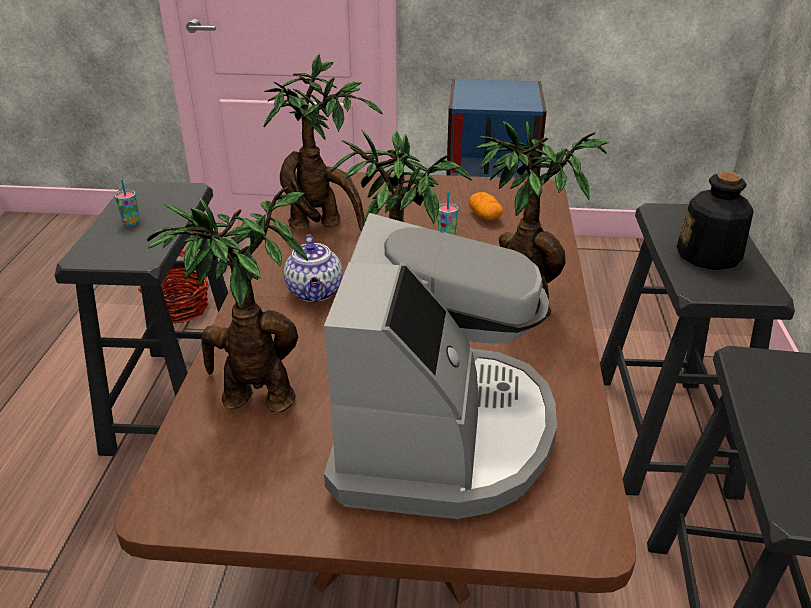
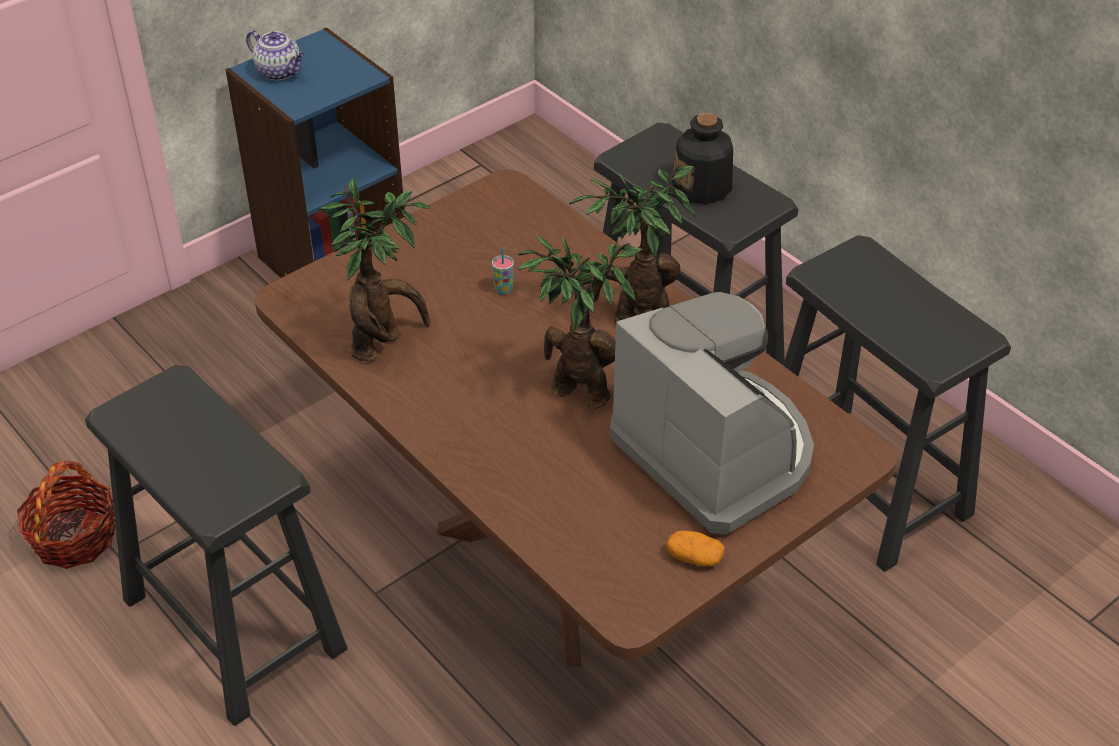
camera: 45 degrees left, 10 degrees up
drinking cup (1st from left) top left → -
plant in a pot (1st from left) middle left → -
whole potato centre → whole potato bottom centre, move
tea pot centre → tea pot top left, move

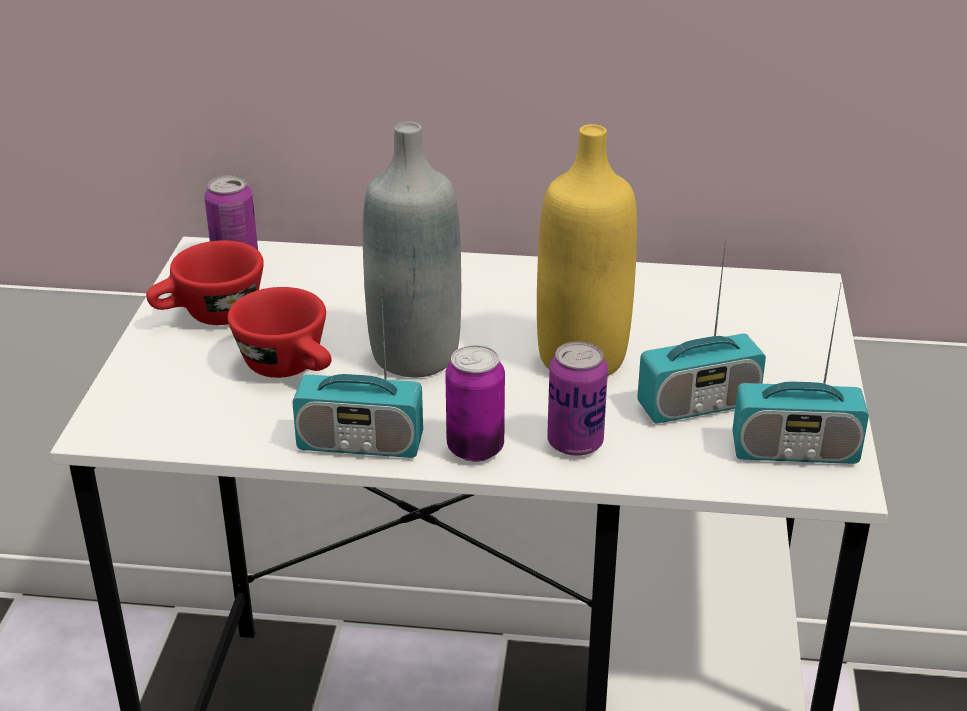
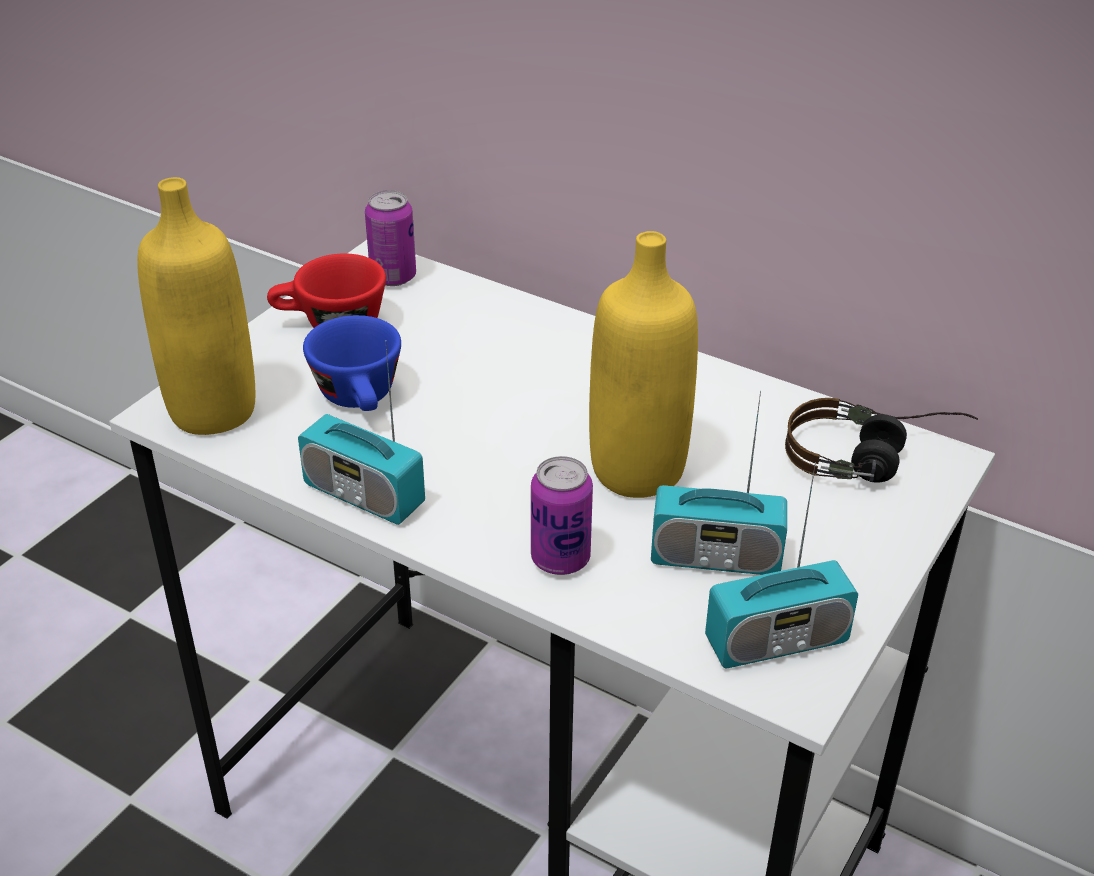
camera: 25 degrees right, 5 degrees up
gray bottle centre → -
radio receiver (3rd from left) middle right, 45 degrees counterclockwise
red drinking cup (2nd from left) middle left → bluish drinking cup middle left
metal can (2nd from left) centre → -
- → yellow-coloured bottle (1st from left) middle left
- → pair of headphones middle right

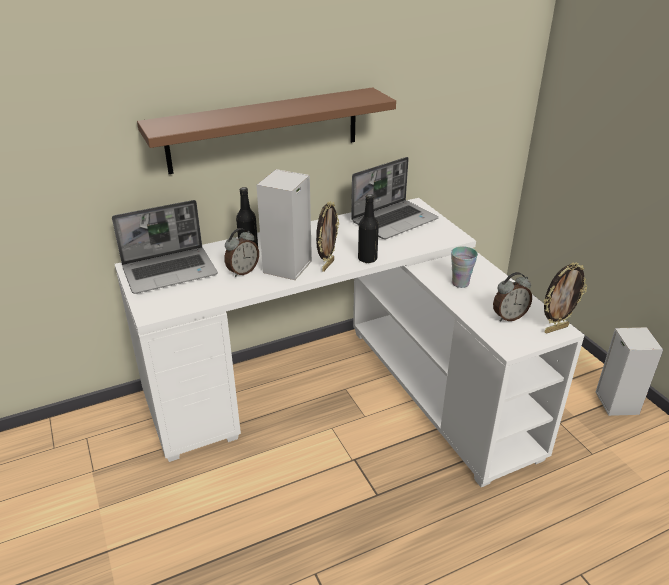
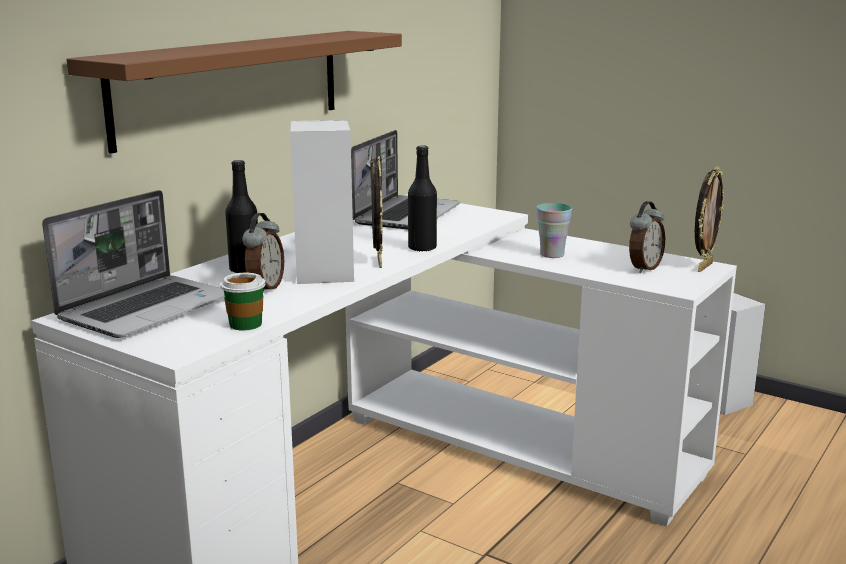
camera: 30 degrees left, 15 degrees down
- → drinking cup (1st from left) middle left

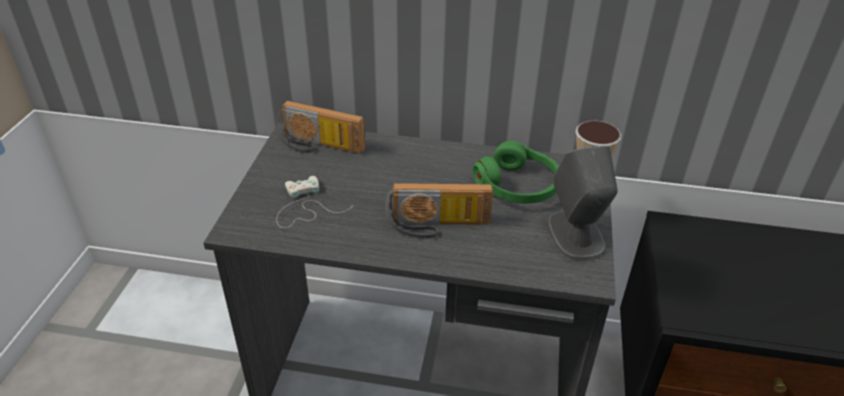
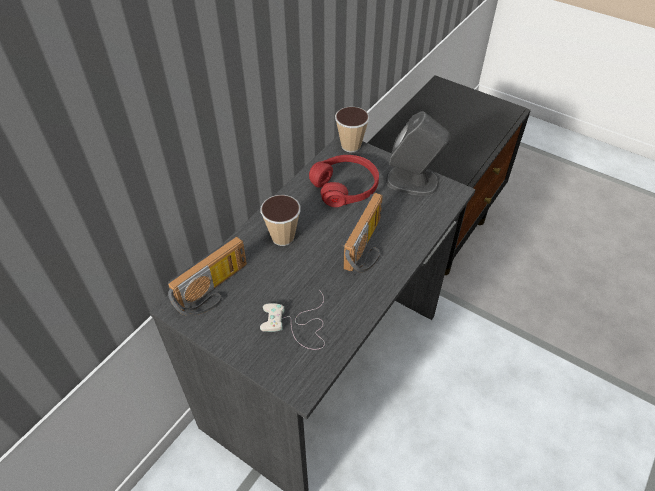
camera: 65 degrees left, 10 degrees up
green pair of headphones centre → red pair of headphones centre
- → drinking cup (1st from left) centre

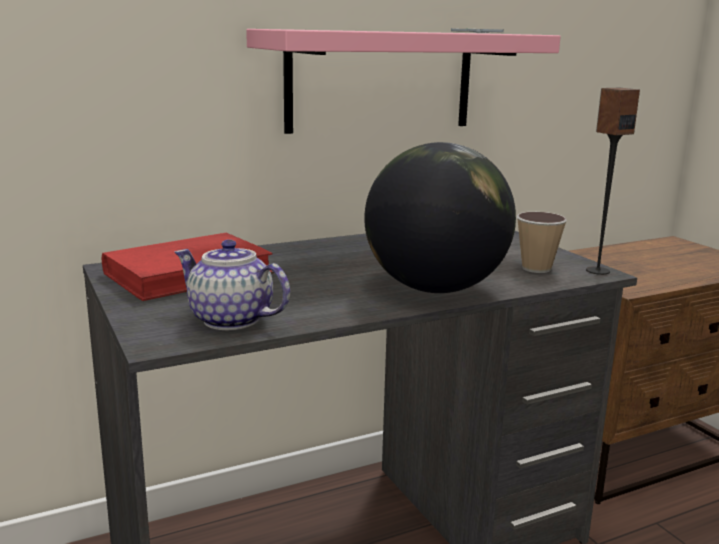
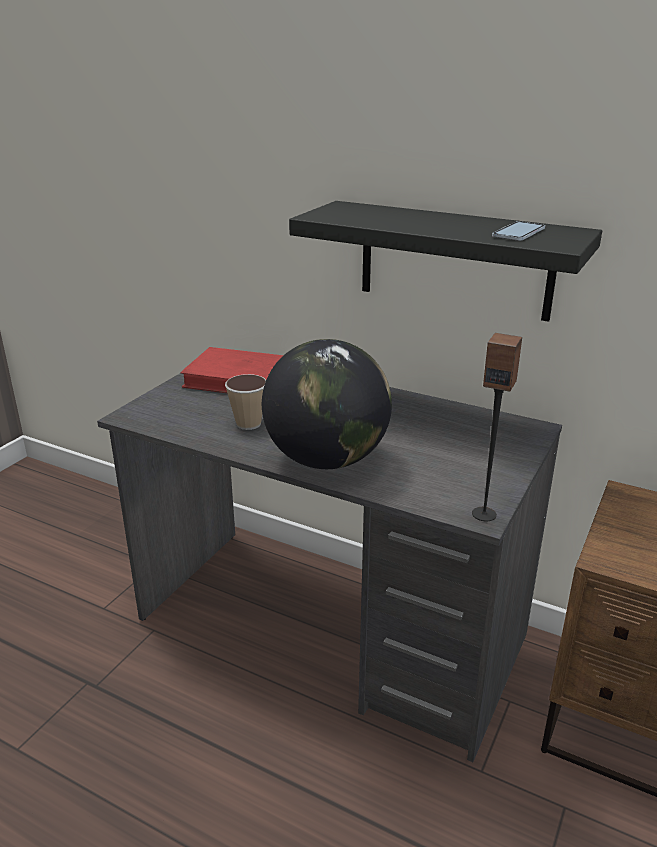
camera: 55 degrees right, 10 degrees up
pink-coloured bracket shelf top centre → black bracket shelf top right
drinking cup middle right → drinking cup centre, move
tea pot middle left → -

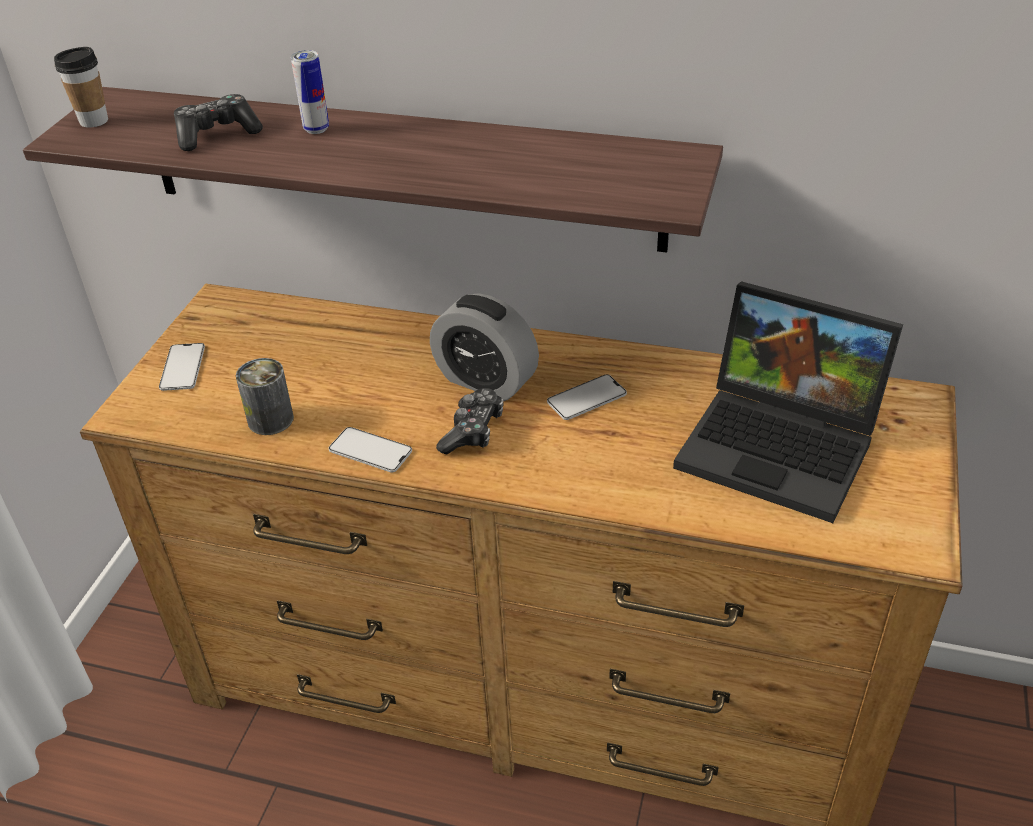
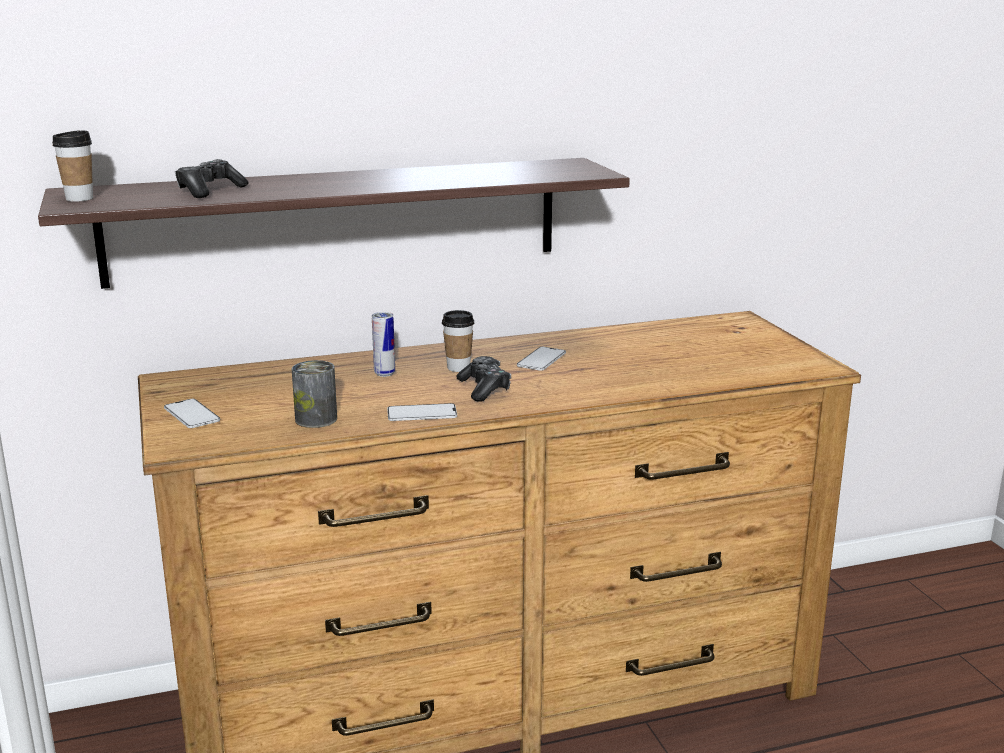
camera: 35 degrees left, 20 degrees down
metal can (2nd from left) top left → metal can (2nd from left) centre, move
notebook computer middle right → -
bedside clock centre → drinking cup (2nd from left) centre

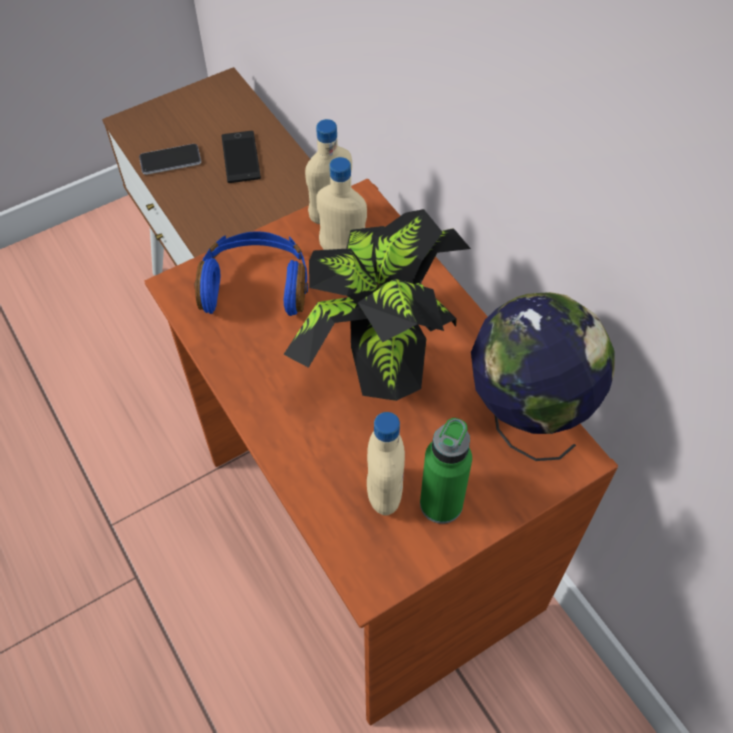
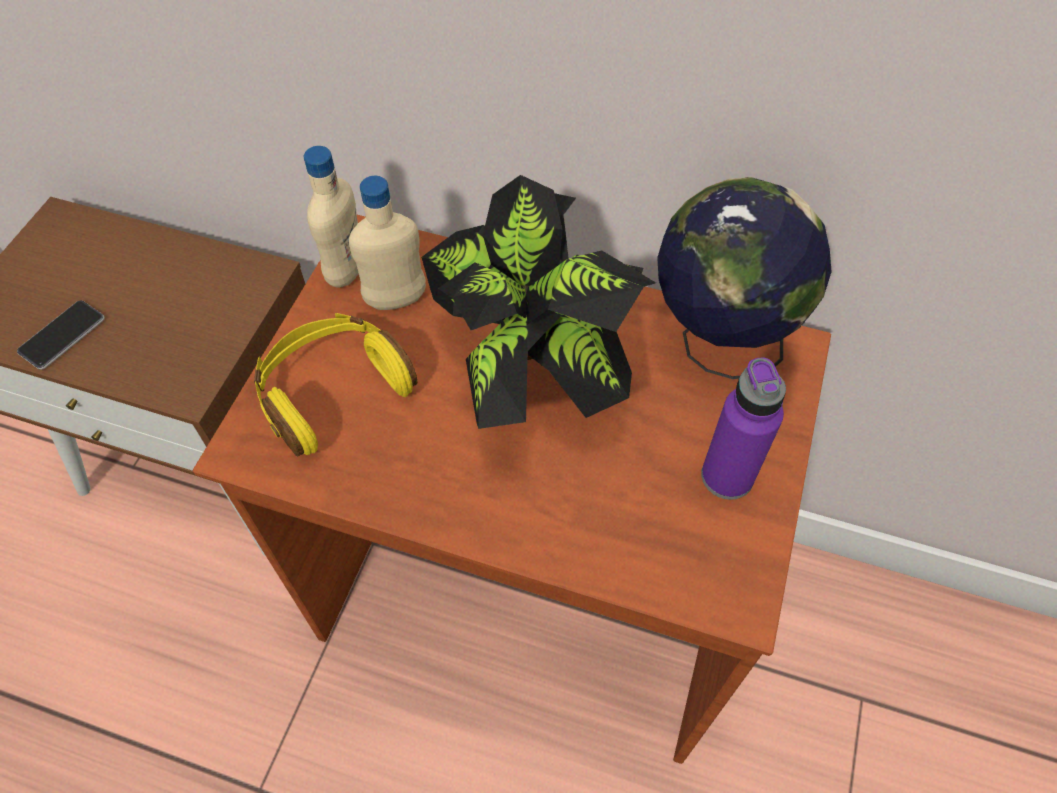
camera: 40 degrees left, 0 degrees up
phone (2nd from left) top left → -
bluish pair of headphones centre → yellow-coloured pair of headphones middle left
sand-coloured bottle (3rd from left) centre → -
green bottle centre → purple bottle middle right

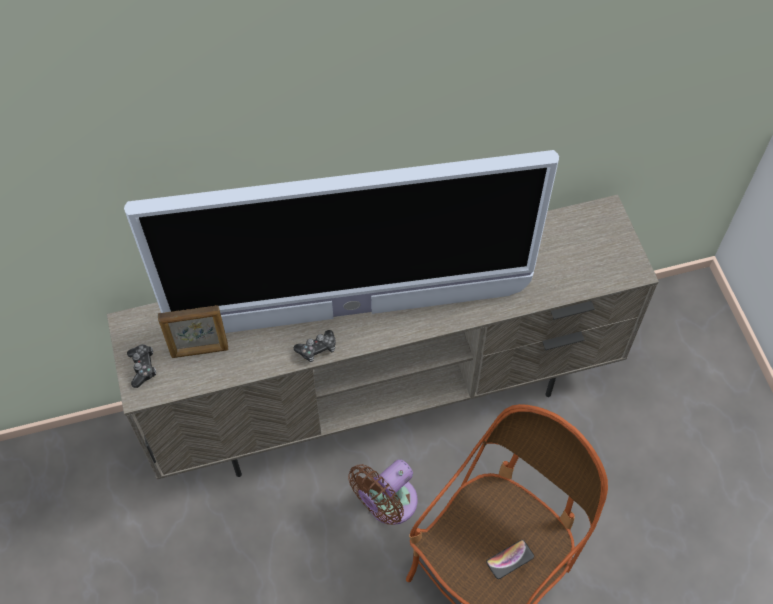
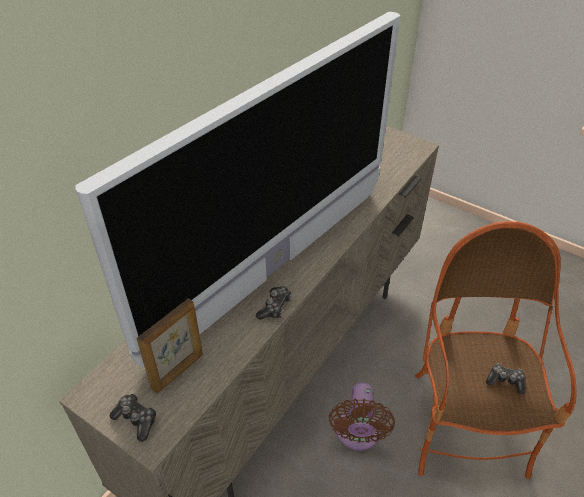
camera: 40 degrees left, 15 degrees down
phone bottom centre → gamepad (3rd from left) bottom right

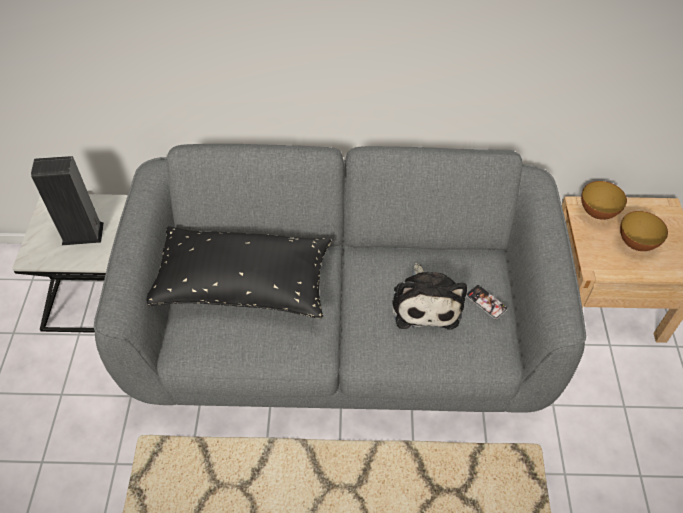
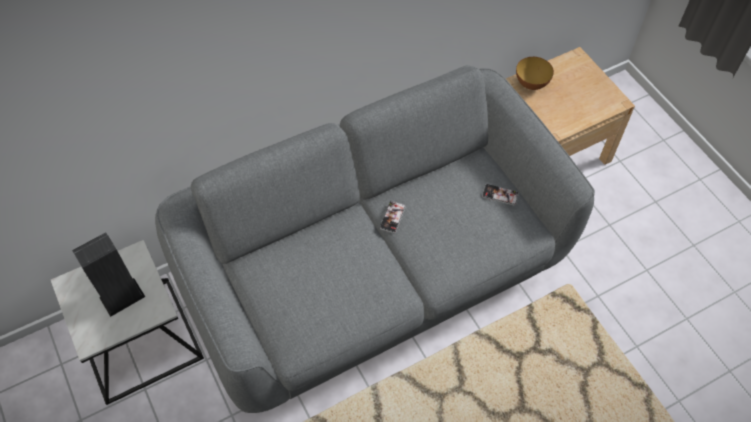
camera: 30 degrees left, 5 degrees up
bowl (2nd from left) middle right → -
black cushion centre → -
plush toy centre → -
- → phone (1st from left) centre

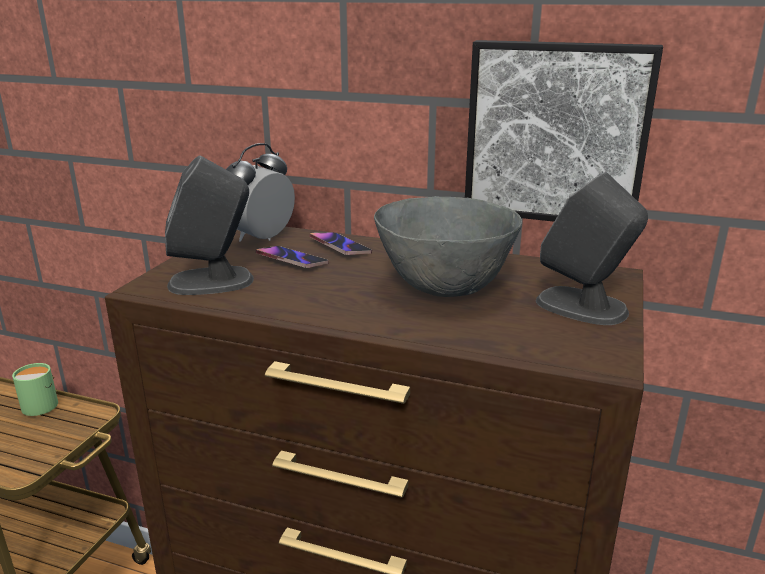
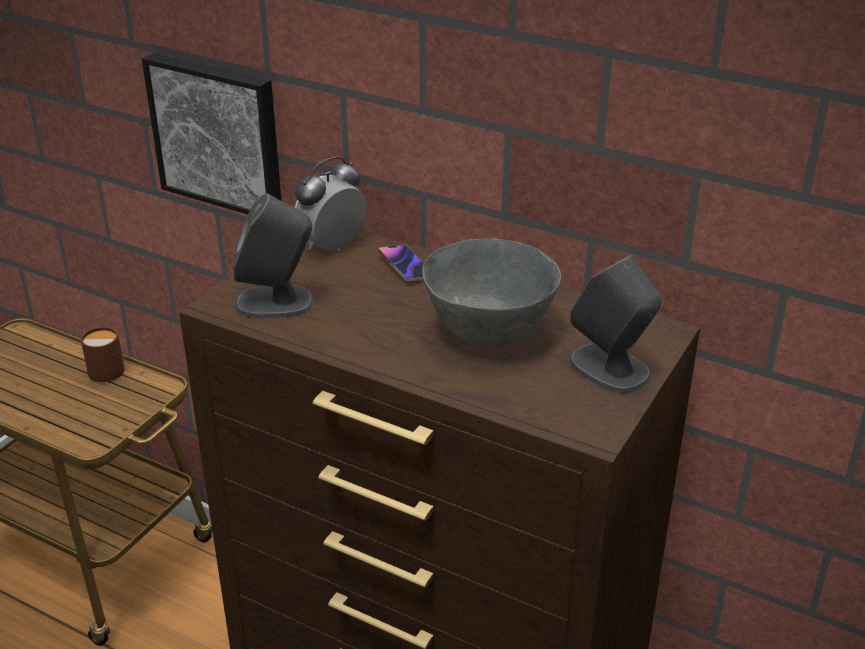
camera: 10 degrees right, 10 degrees up
wall picture top right → wall picture top left, move
phone (1st from left) centre → -
green tea mug bottom left → brown-coloured tea mug middle left

